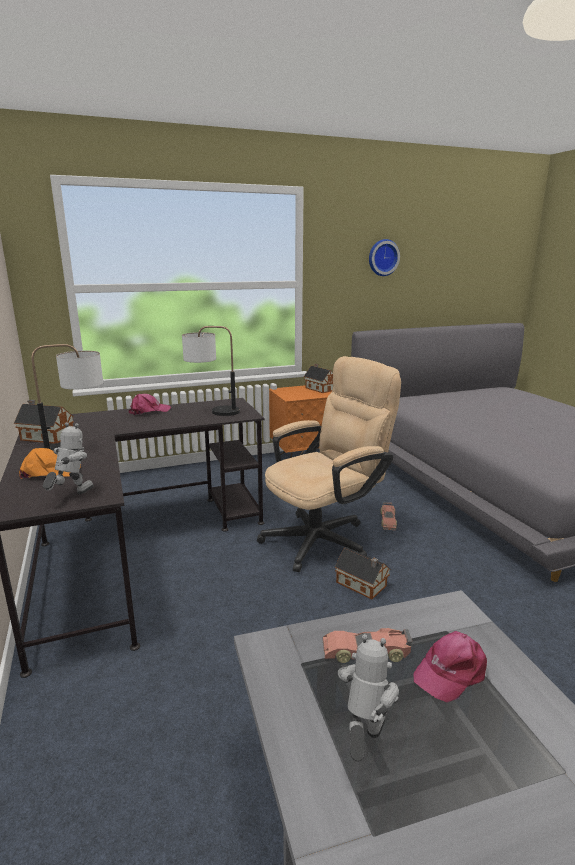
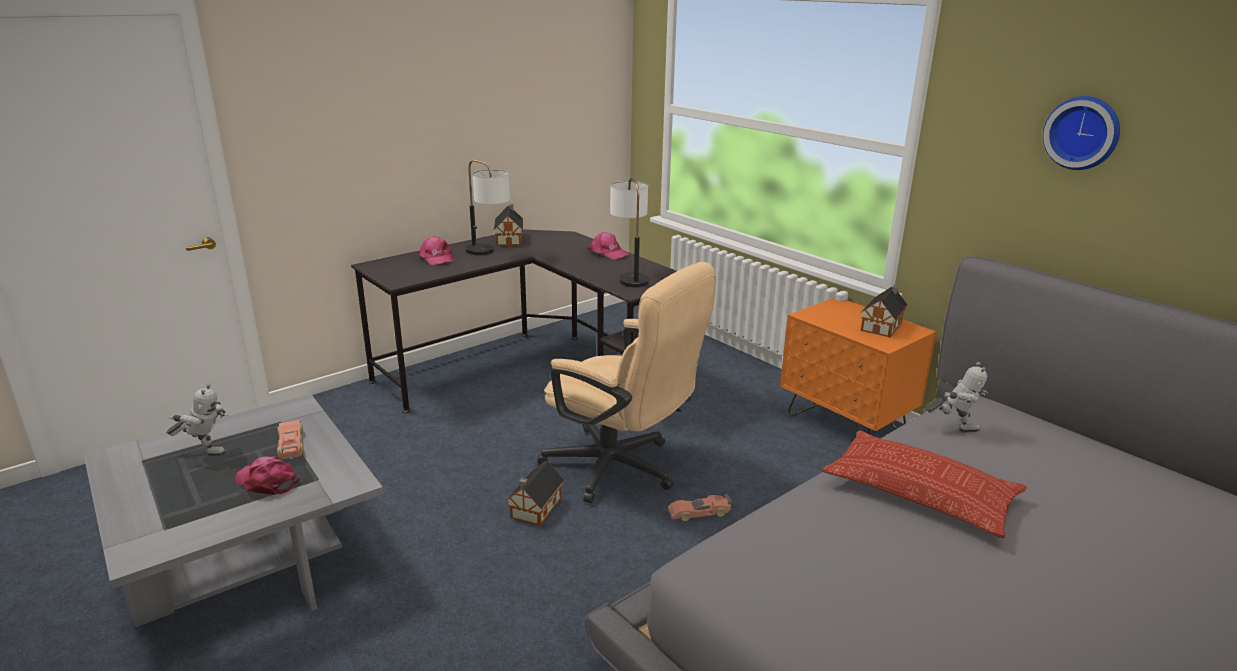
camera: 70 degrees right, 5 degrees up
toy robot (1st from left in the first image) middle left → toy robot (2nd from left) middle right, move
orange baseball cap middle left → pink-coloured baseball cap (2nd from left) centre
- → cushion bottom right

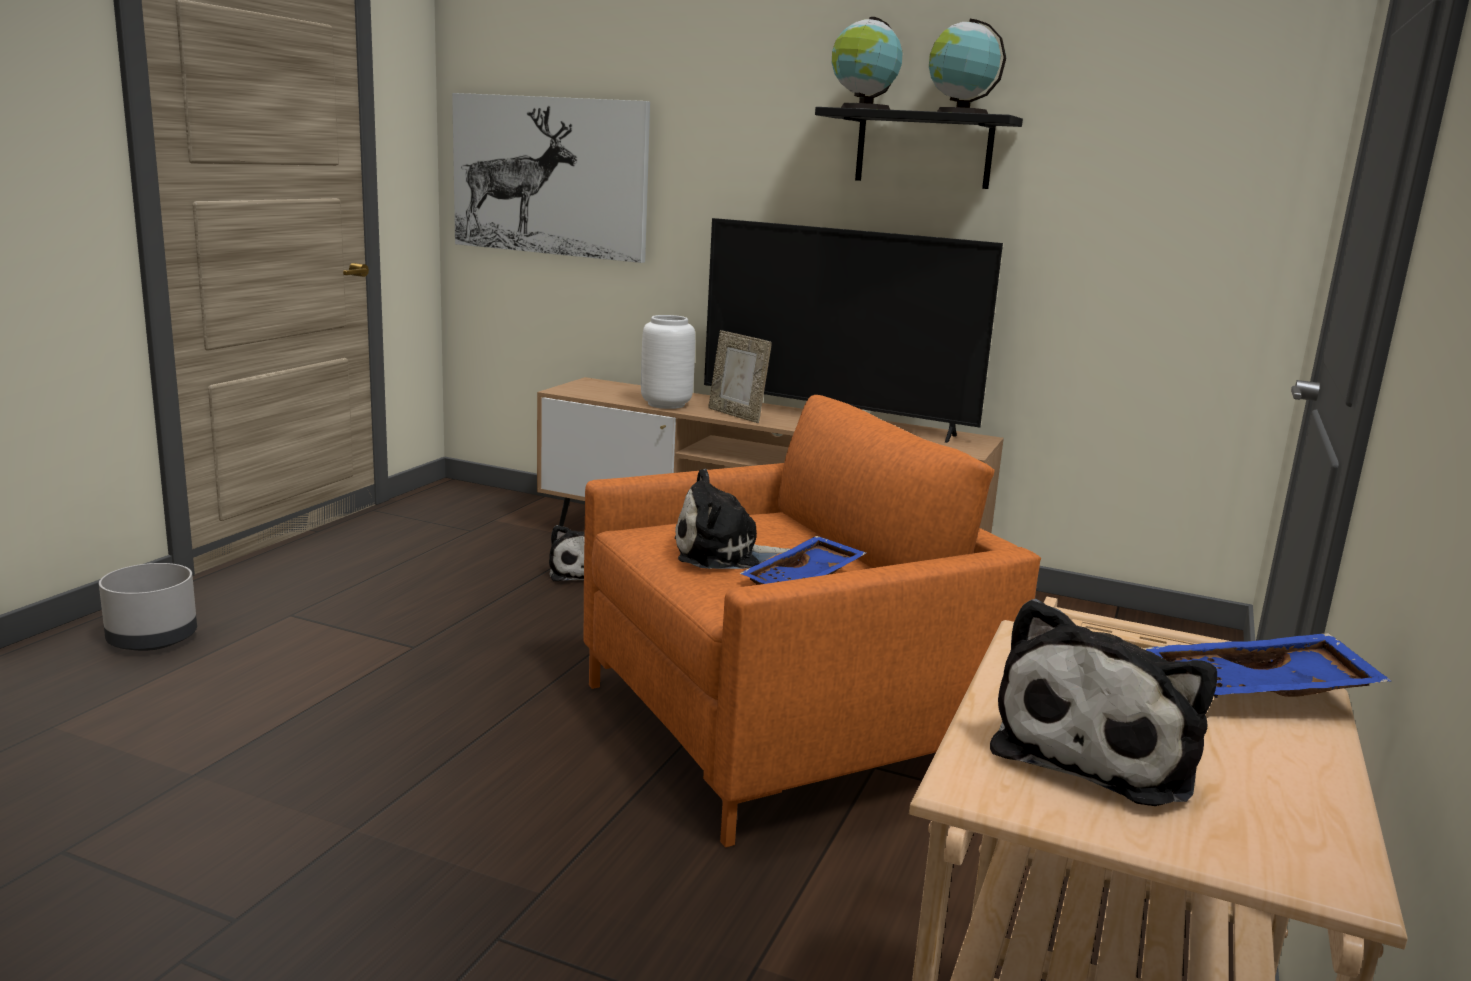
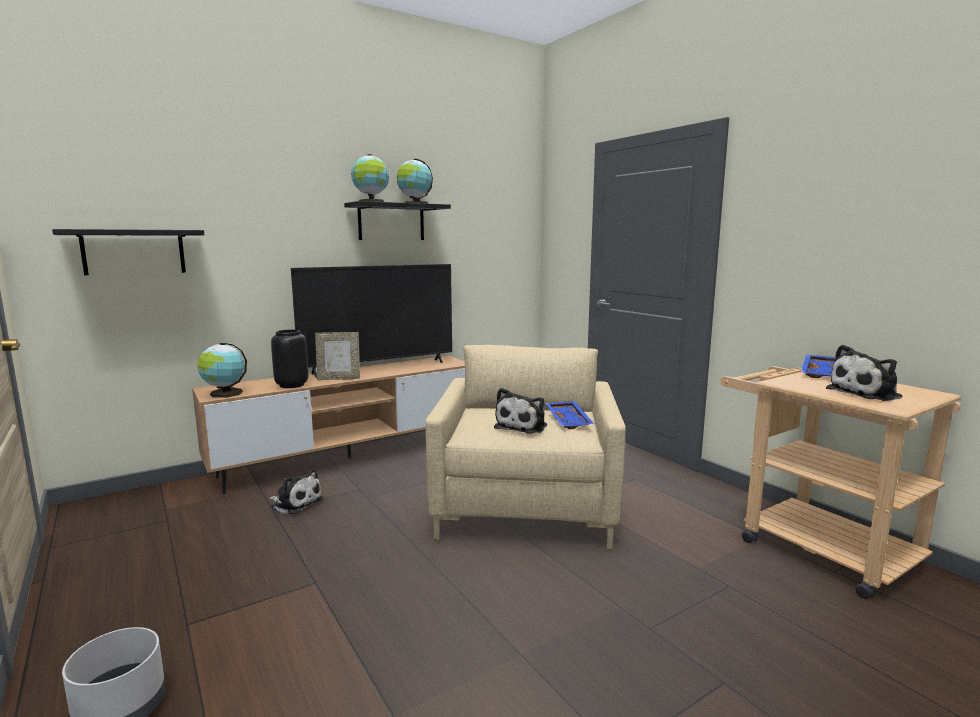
camera: 55 degrees left, 5 degrees down
wall picture top centre → black bracket shelf (1st from left) middle left
whitish vase centre → black vase middle left
orange armchair centre → sand-coloured armchair centre
plush toy (3rd from left) bottom right → plush toy (3rd from left) middle right, 90 degrees clockwise
- → desk globe (1st from left) middle left

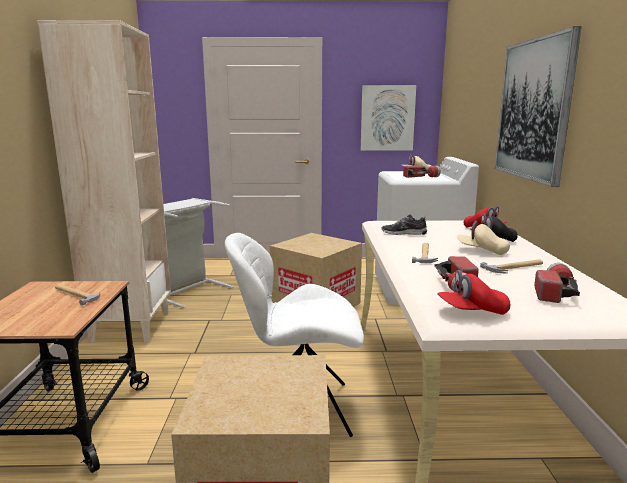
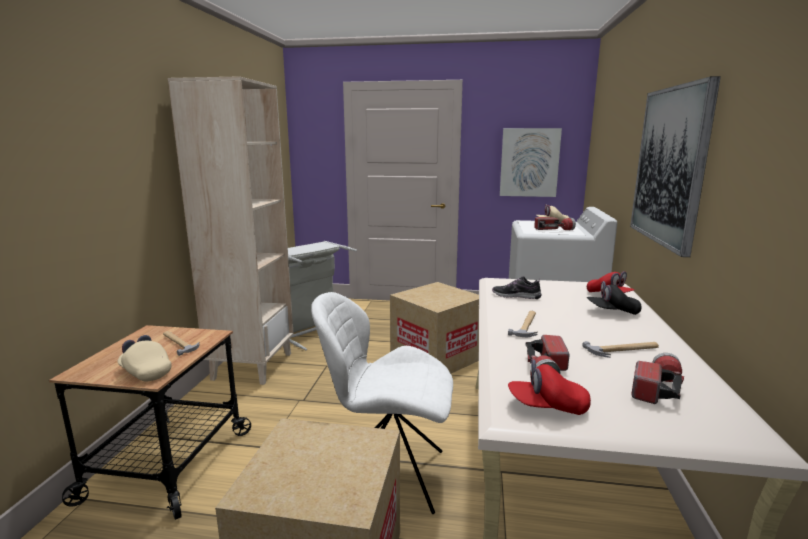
camera: 10 degrees right, 0 degrees up
sand-coloured baseball cap (2nd from left in the first image) middle right → sand-coloured baseball cap (1st from left) middle left, move

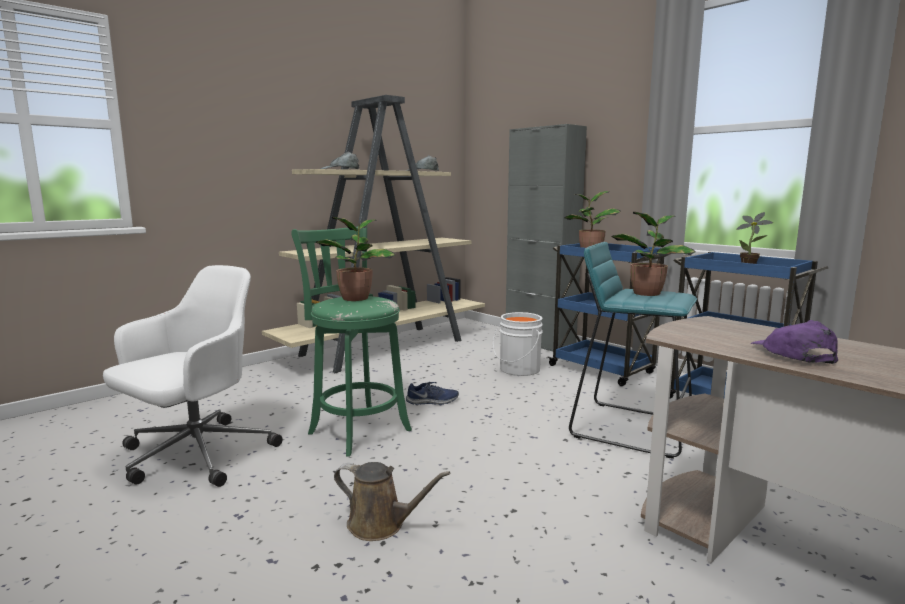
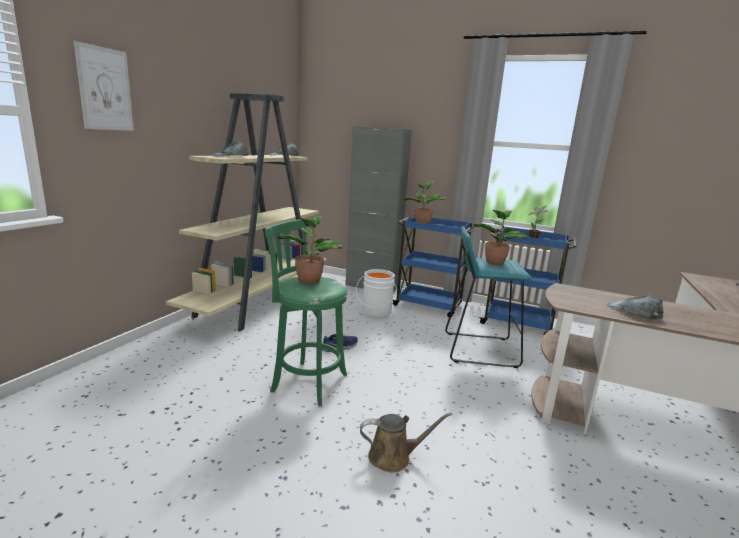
camera: 25 degrees left, 5 degrees up
whitish computer chair middle left → -
purple baseball cap middle right → gray baseball cap (3rd from left) middle right
- → wall picture top left

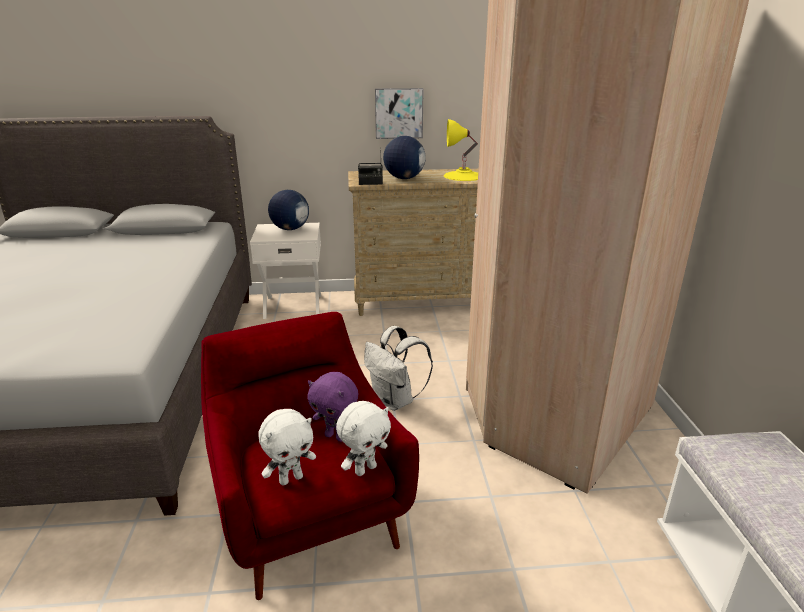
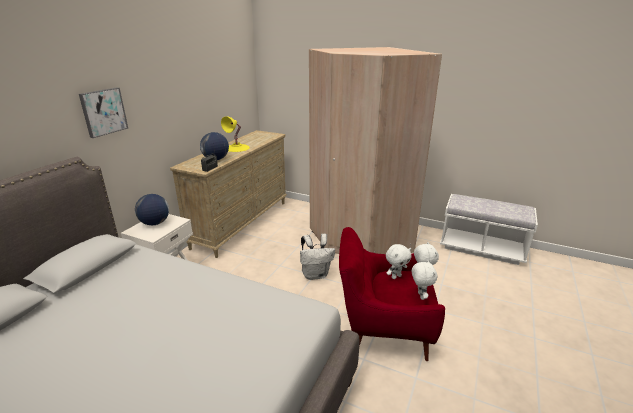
camera: 60 degrees left, 0 degrees up
wall picture top centre → wall picture top left, move
purple plush toy centre → whitish plush toy (1st from left) centre

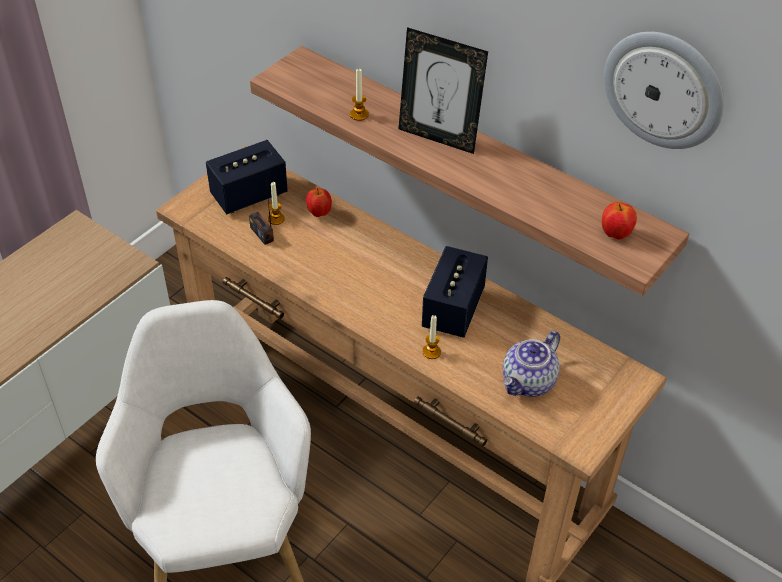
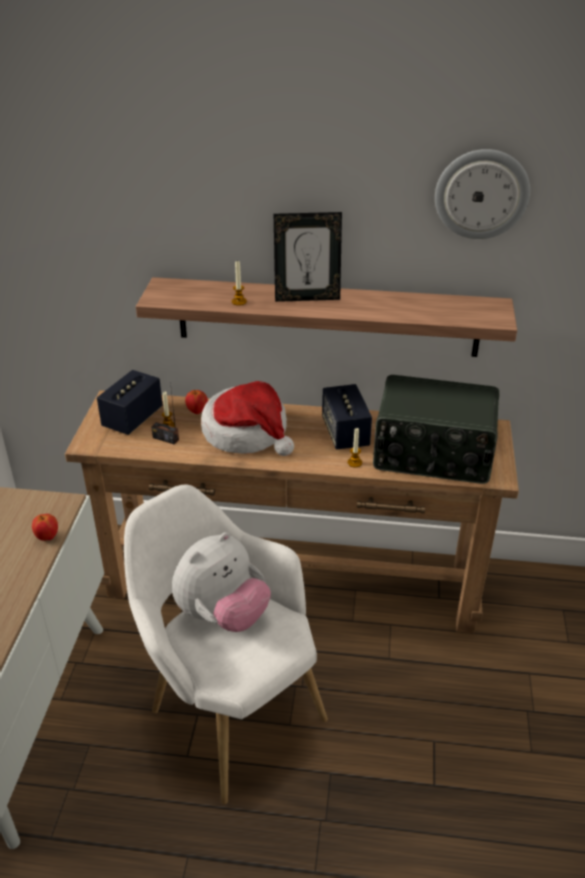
camera: 30 degrees left, 10 degrees down
whole apple (2nd from left in the first image) middle right → whole apple (1st from left) middle left, move
tea pot middle right → radio receiver (2nd from left) middle right
- → clothing hat centre
- → plush toy centre

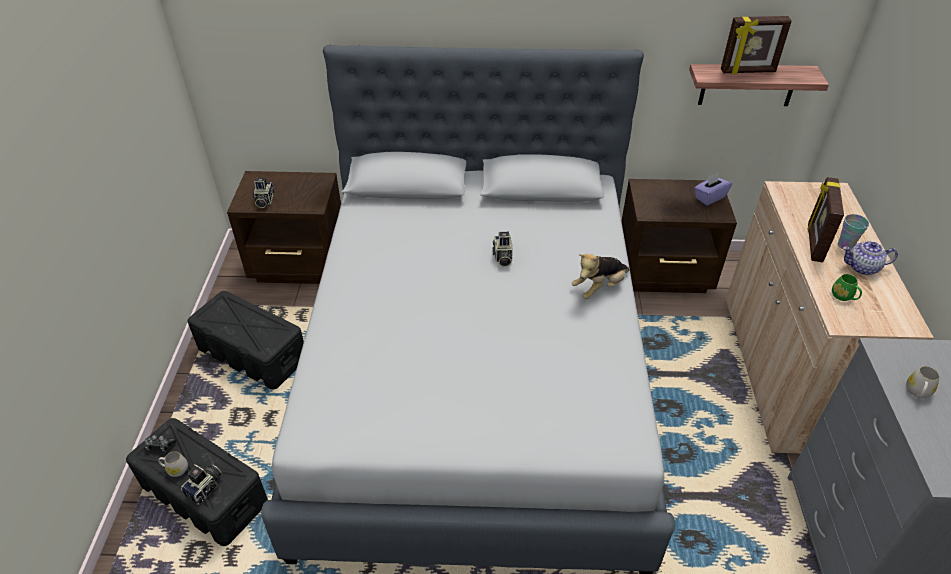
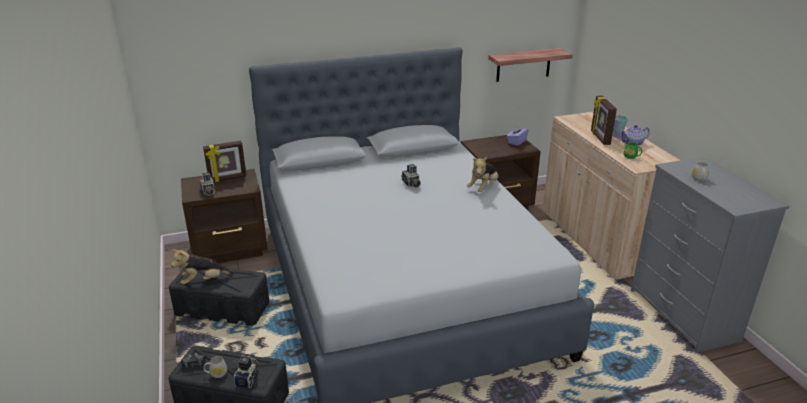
camera: 20 degrees left, 15 degrees down
photo frame (1st from left) top right → photo frame (1st from left) middle left, move
- → plush toy (1st from left) middle left

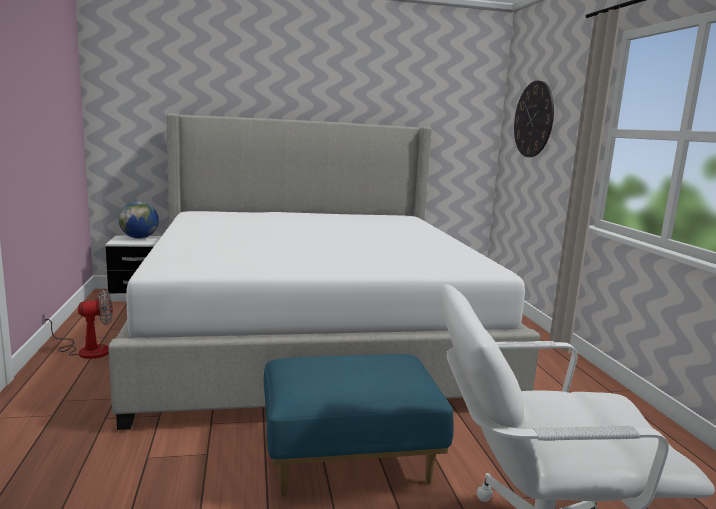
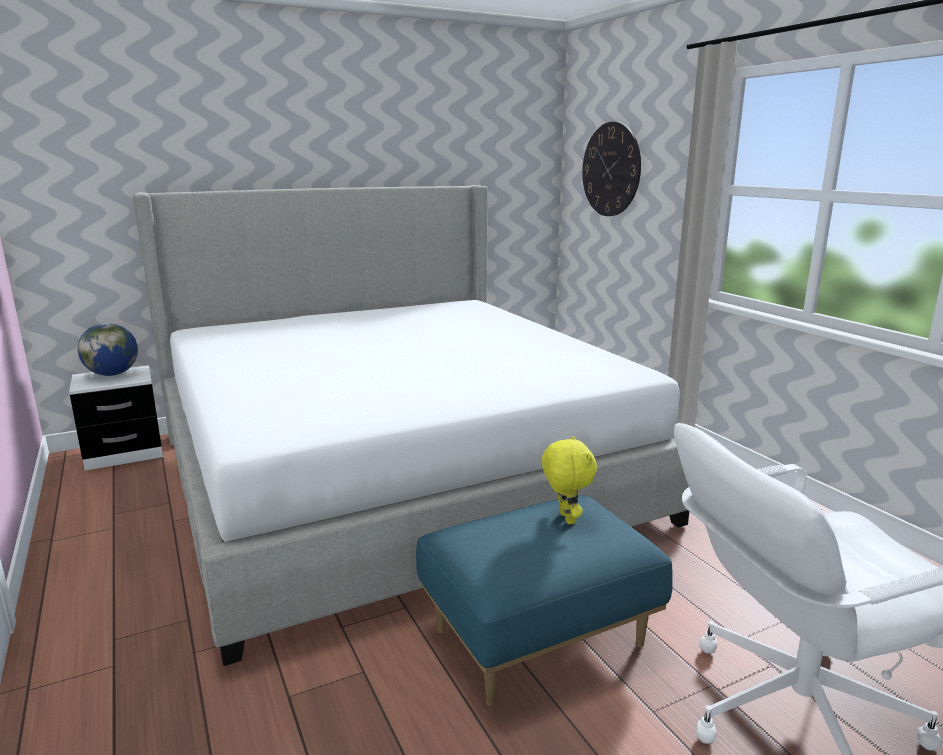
camera: 15 degrees left, 5 degrees up
electric fan middle left → -
- → yellow-coloured plush toy centre

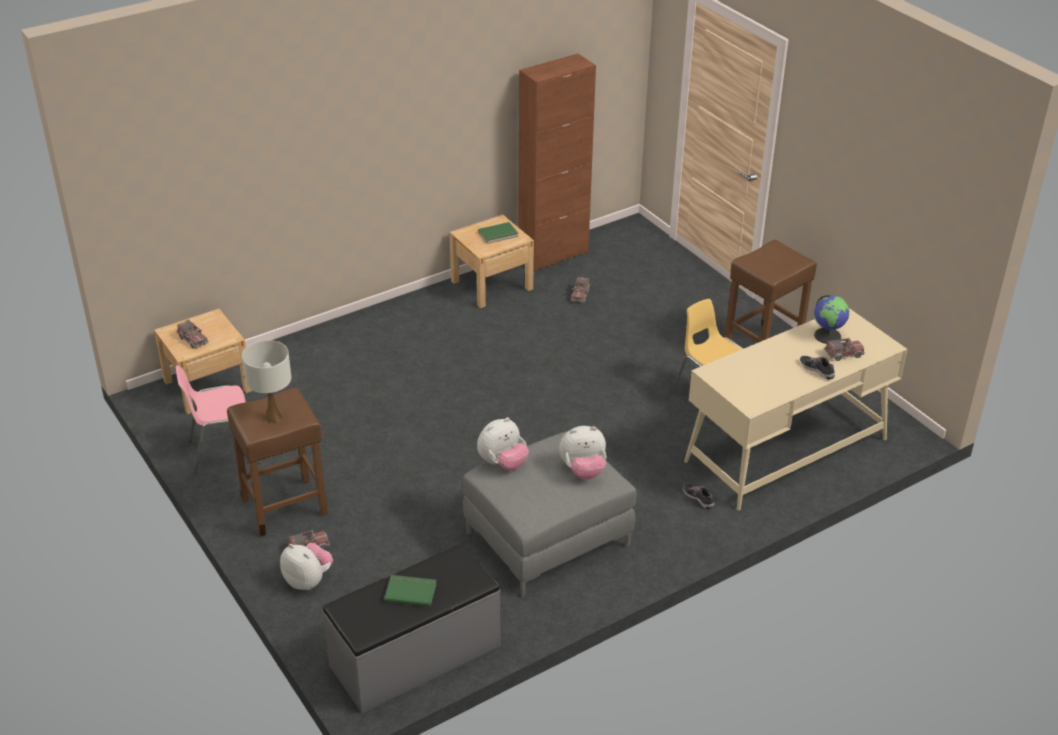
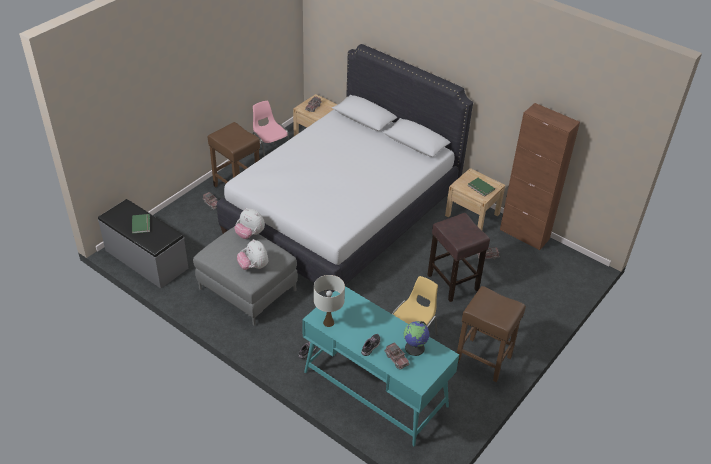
camera: 70 degrees right, 5 degrees up
sand-coloured desk unit middle right → blue-green desk unit bottom centre
whitish lamp for a table middle left → whitish lamp for a table centre, move
plush toy (1st from left) bottom left → -
- → whitish bedroom bed centre
- → brown-coloured stool seat (2nd from left) centre

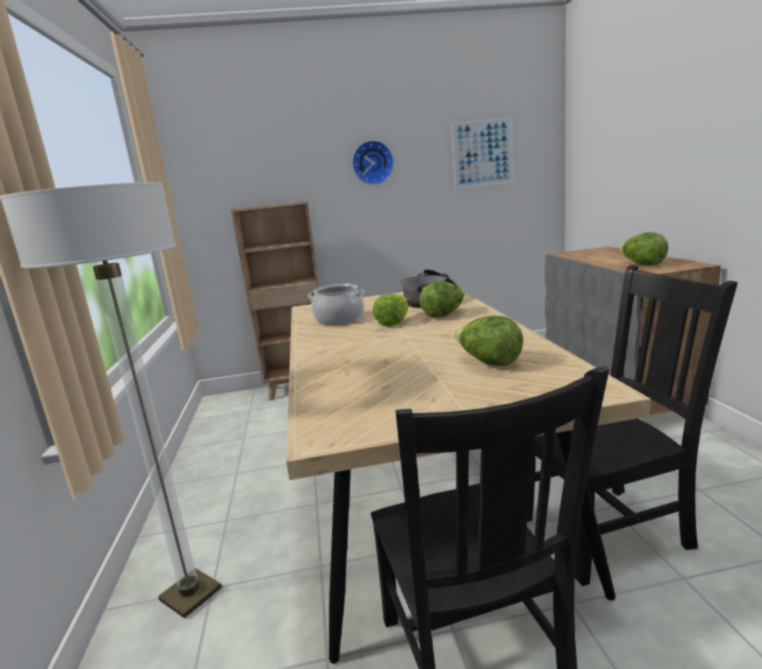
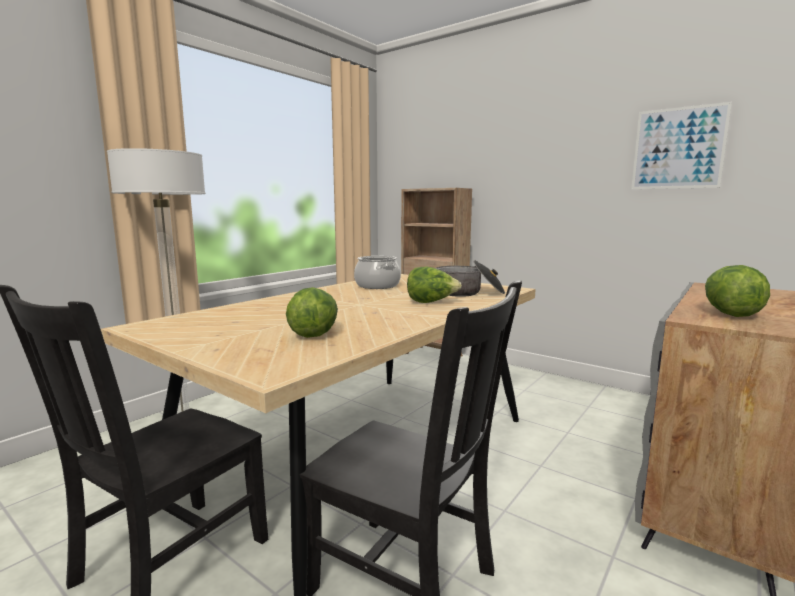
camera: 45 degrees right, 5 degrees down
wall clock top centre → -
lettuce (1st from left) centre → -

